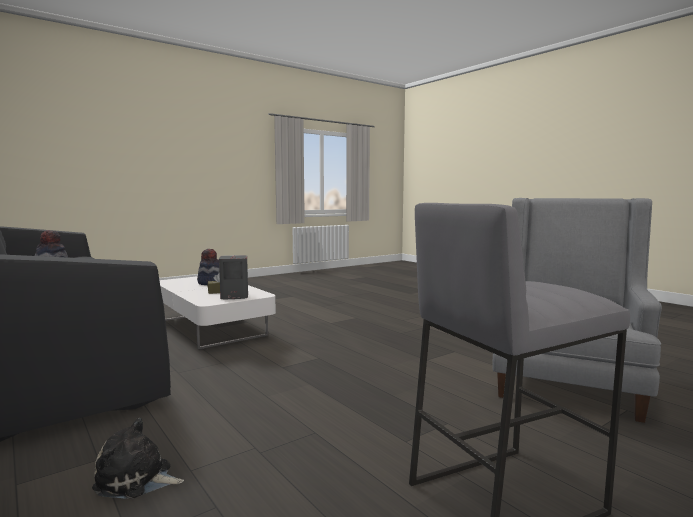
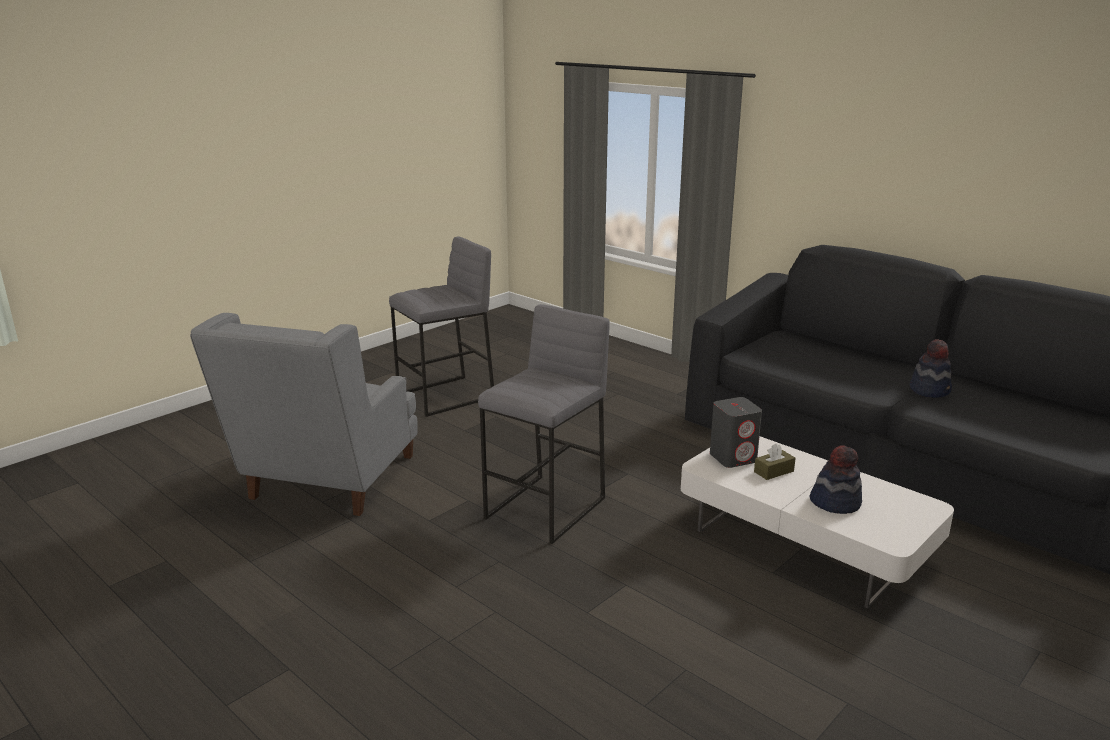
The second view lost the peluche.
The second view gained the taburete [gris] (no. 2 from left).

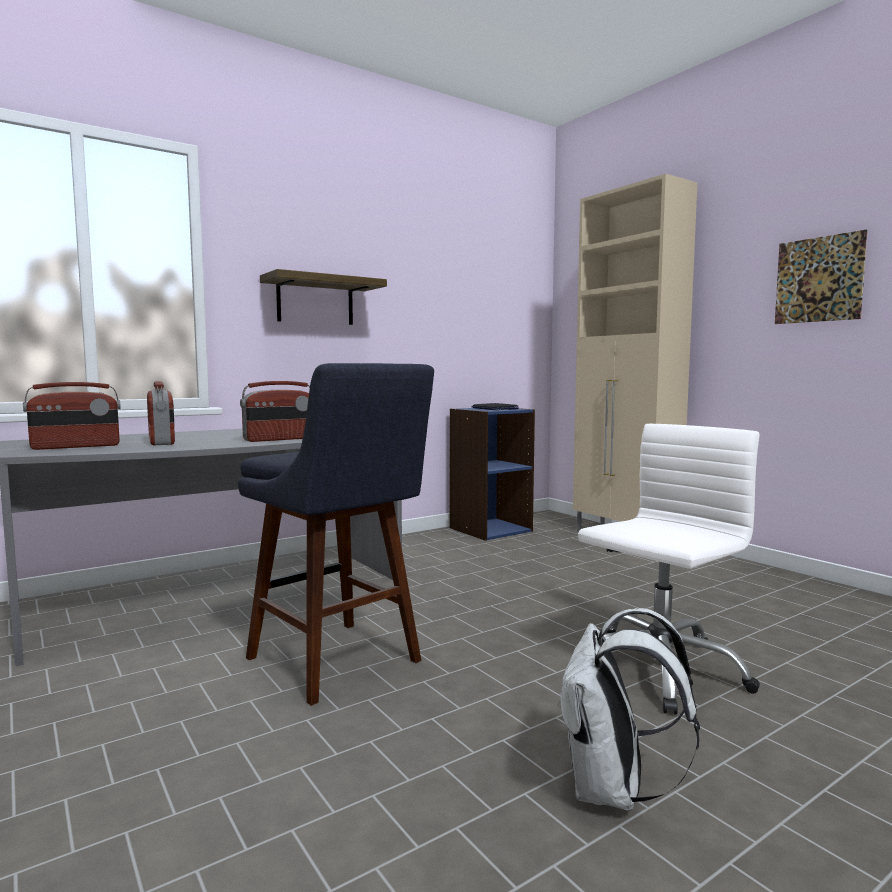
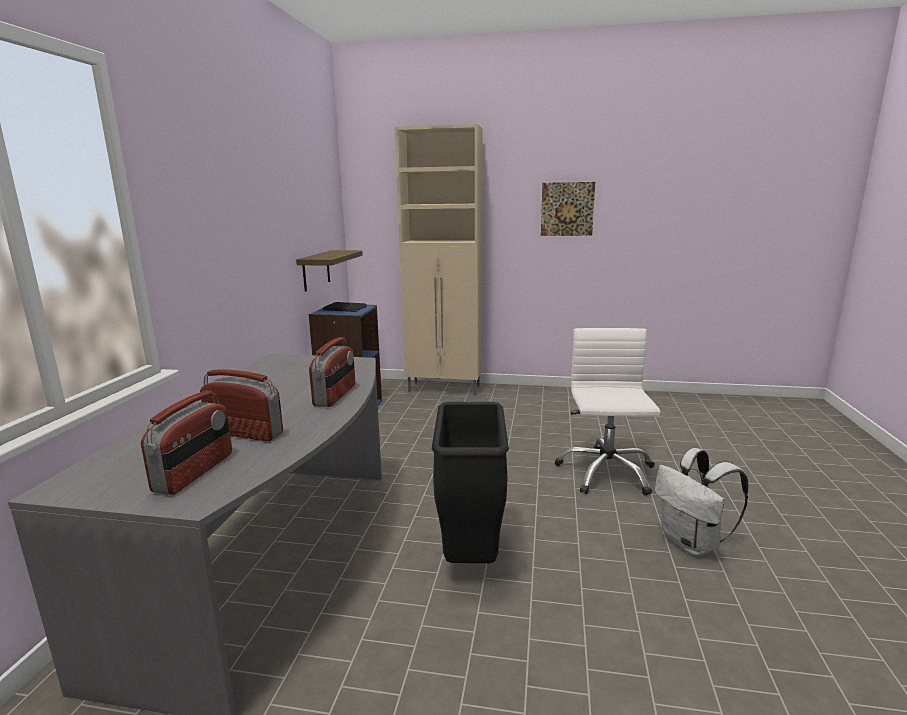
The estante ended up elsewhere.
Where the taburete [azul] stood, the papelera [negro] came to stand.

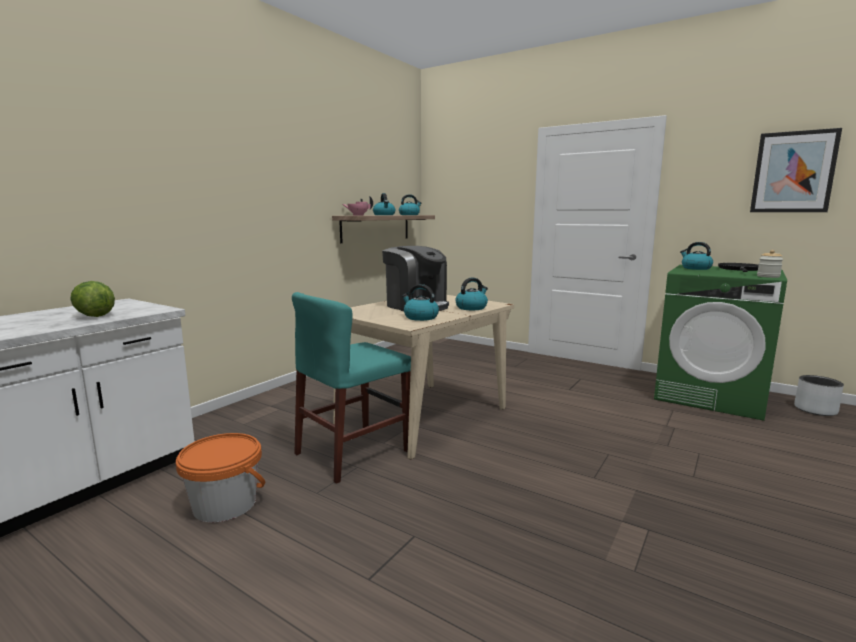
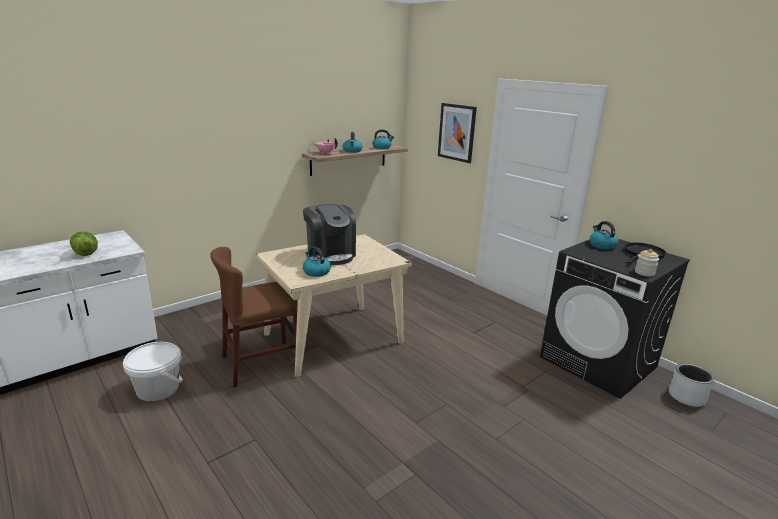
The second view lost the hervidor (no. 4 from left).
The cuadro ended up elsewhere.
What was the cubo [naranja] turned into the cubo [blanco].
What was the silla [turquesa] turned into the silla [marrón].
What was the lavadora [verde] turned into the lavadora [negro].

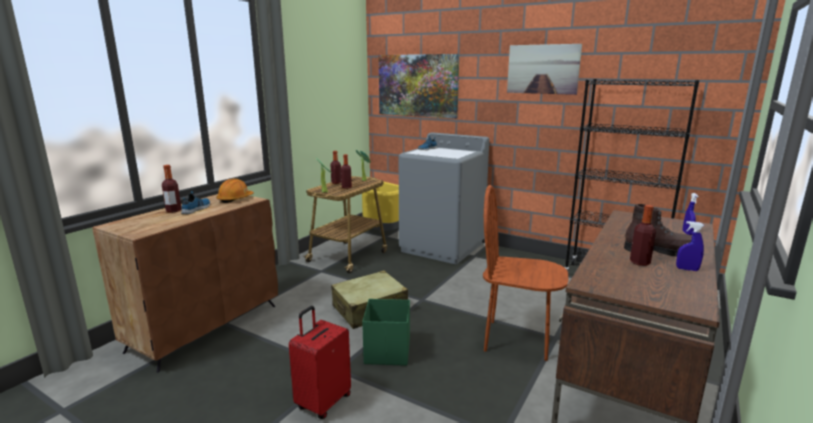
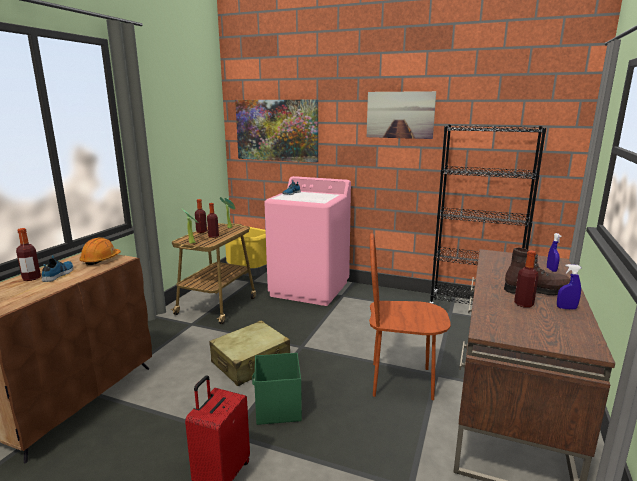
What was the lavadora [gris] turned into the lavadora [rosa].

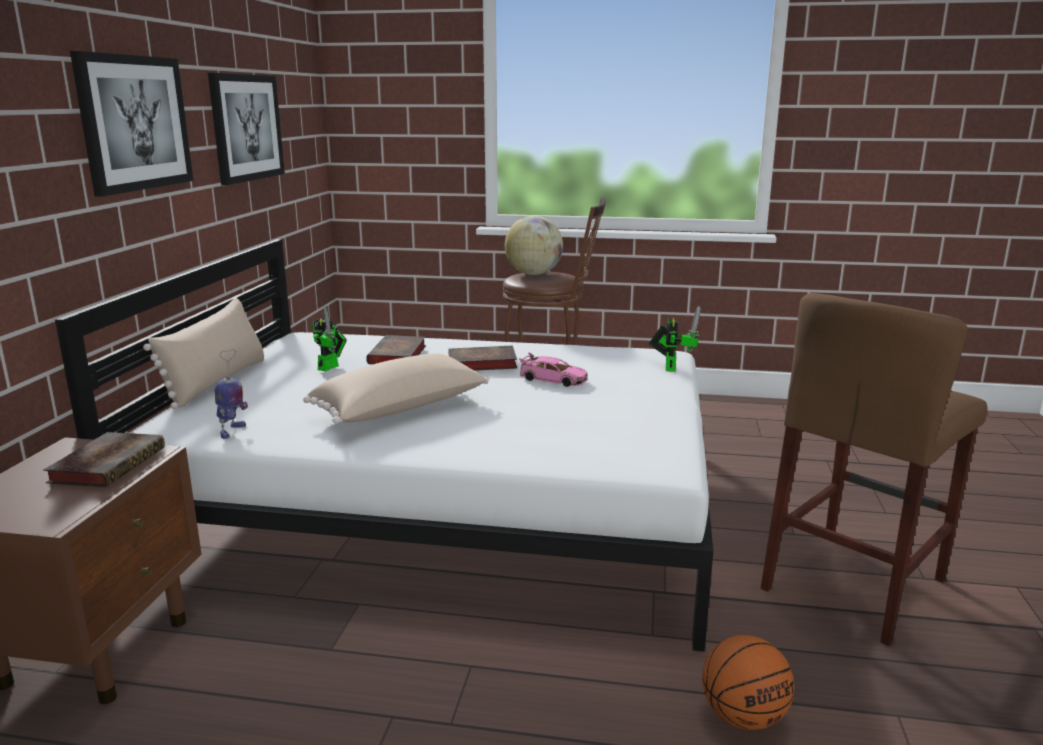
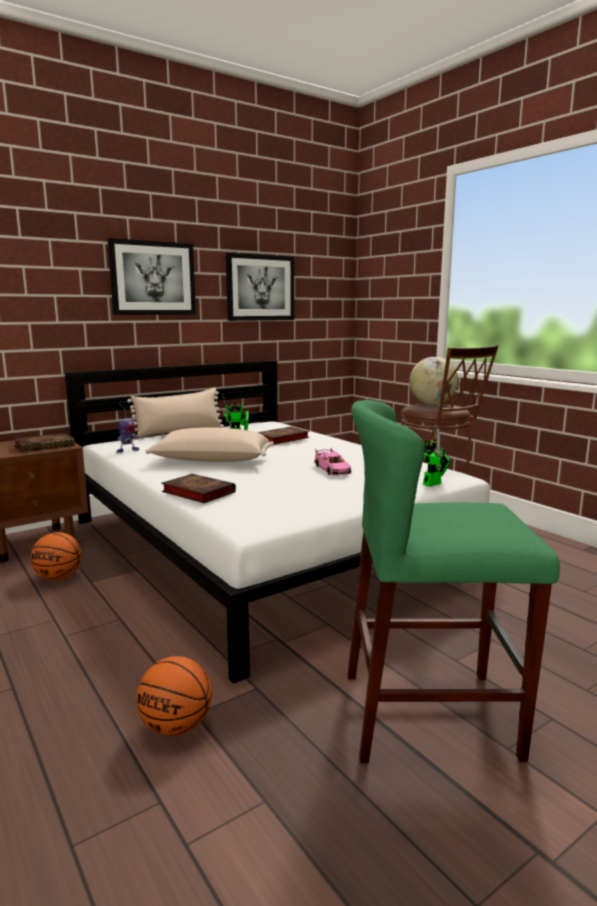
The second view gained the balón de baloncesto (no. 1 from left).
The libro (no. 3 from left in the first image) ended up elsewhere.
What was the taburete [marrón] (no. 2 from left) turned into the taburete [verde].

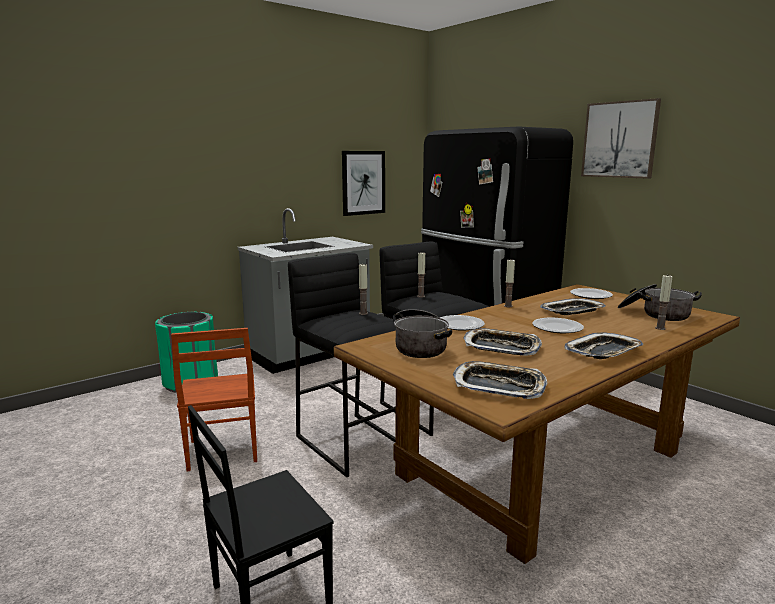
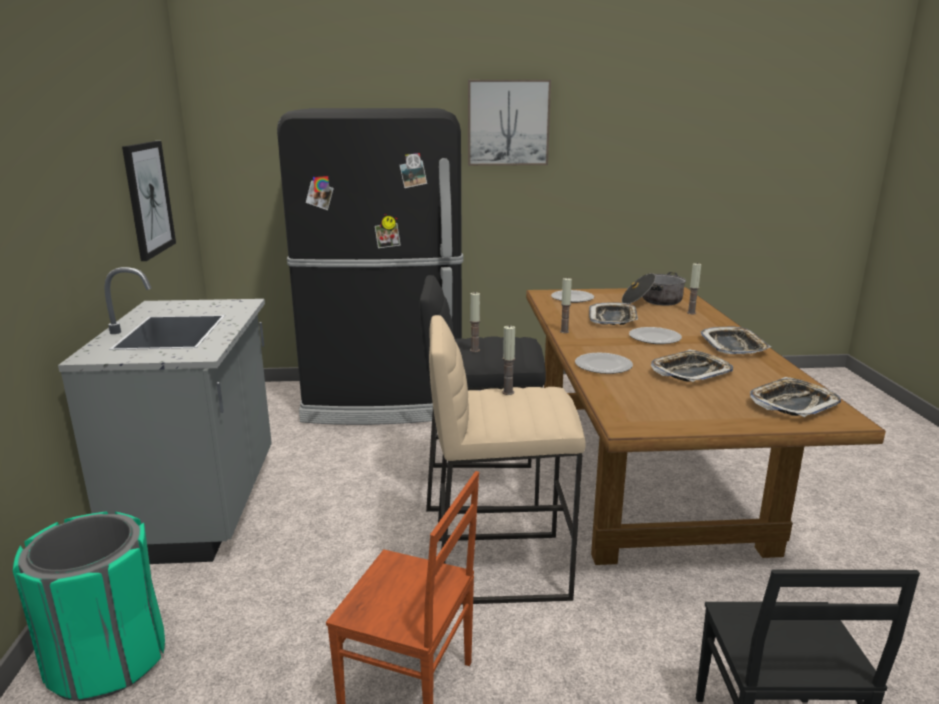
The second view lost the olla (no. 1 from left).
What was the taburete [negro] (no. 1 from left) turned into the taburete [beis].

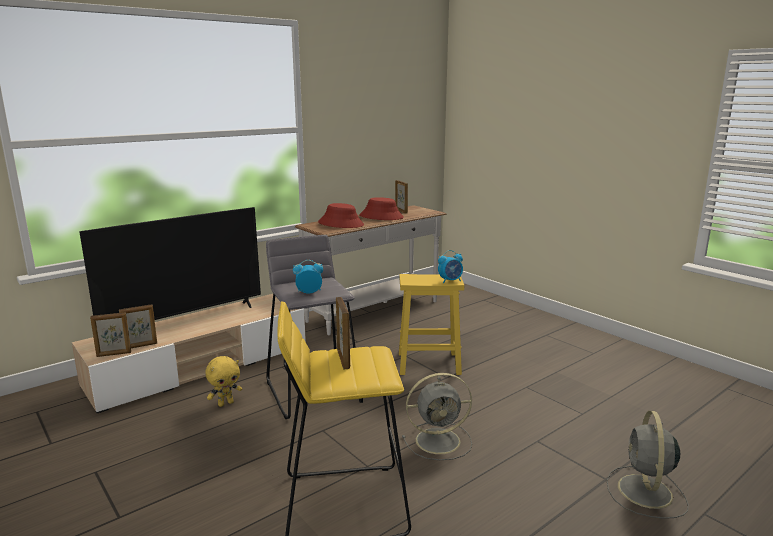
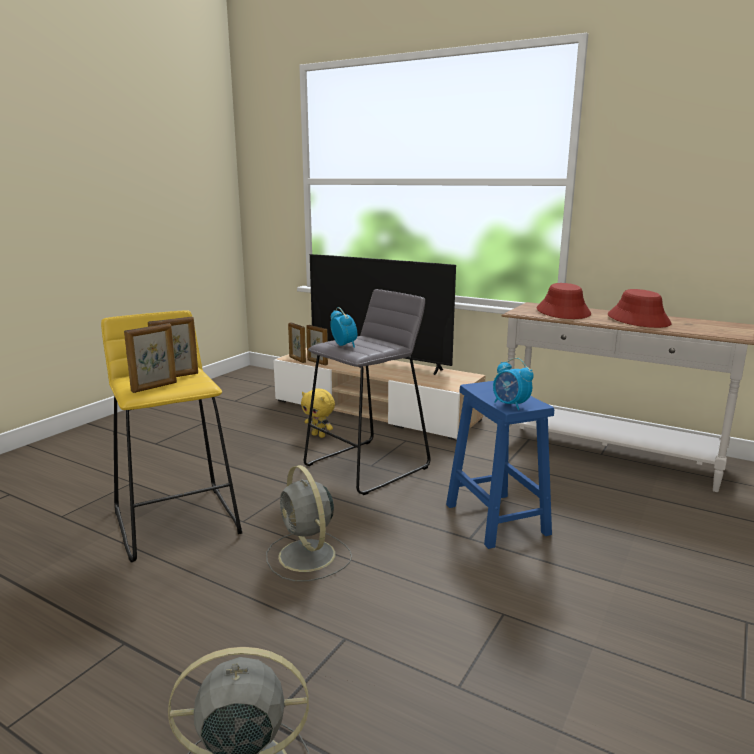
The portarretratos (no. 4 from left in the first image) ended up elsewhere.
What was the taburete [amarillo] (no. 2 from left) turned into the taburete [azul].

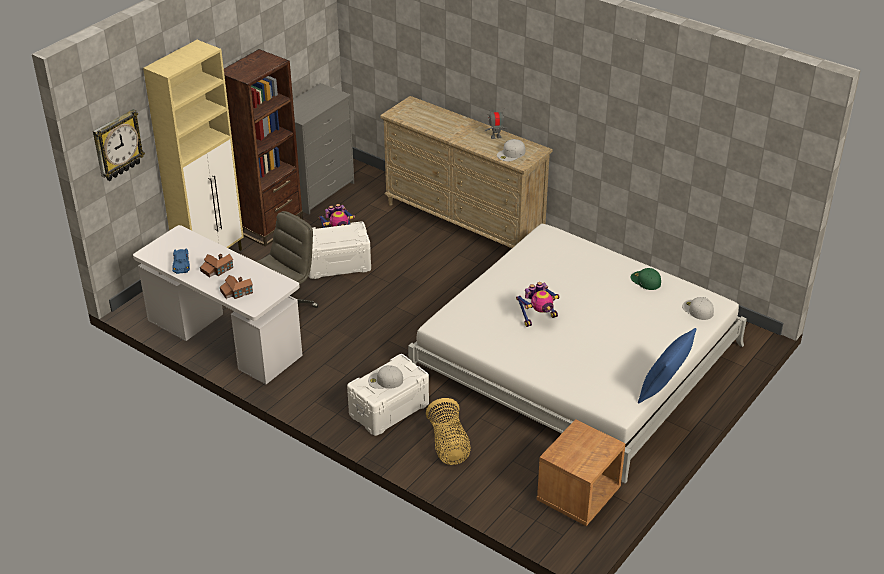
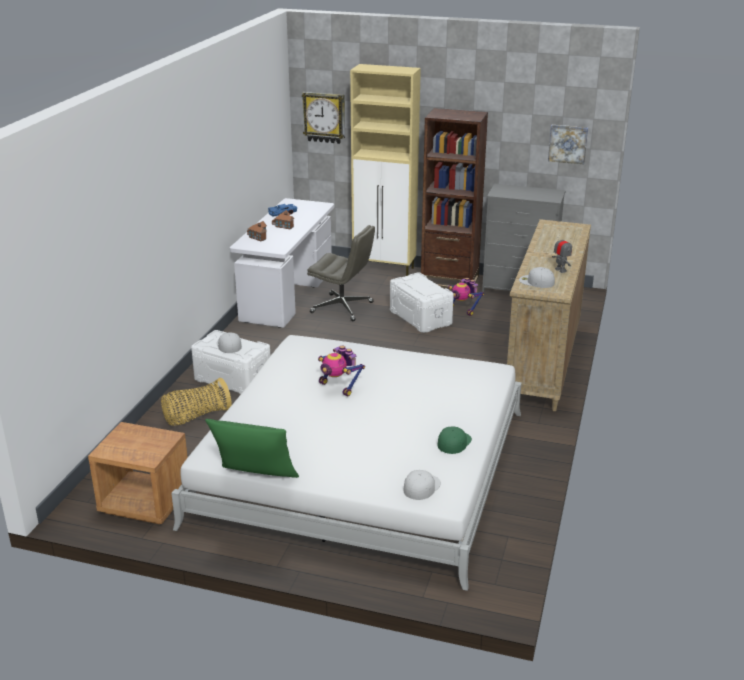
The second view gained the cuadro.
What was the cojín [azul] turned into the cojín [verde].

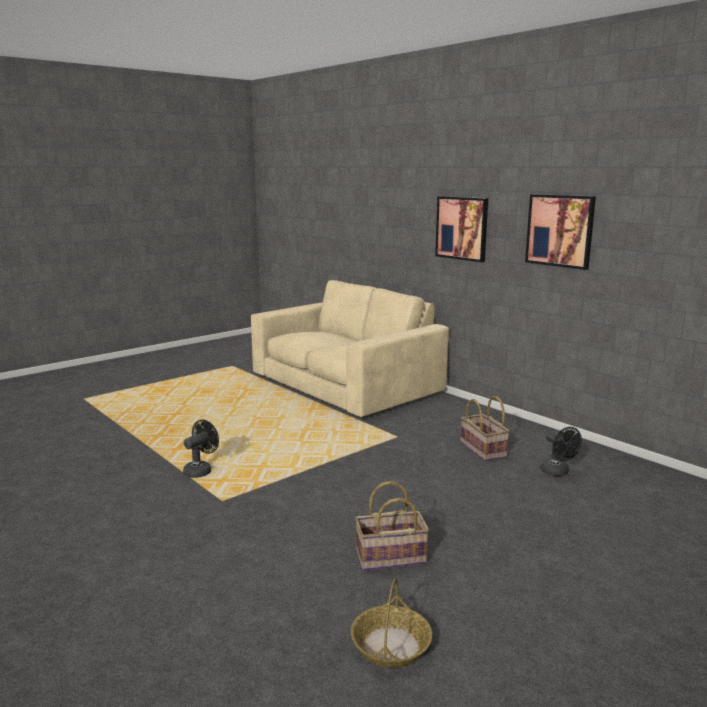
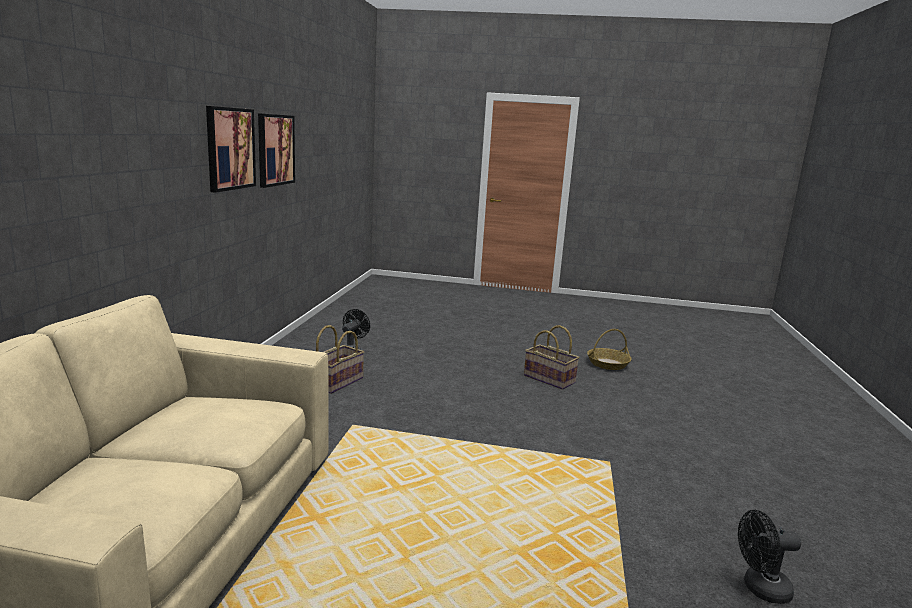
The ventilador [negro] (no. 1 from left in the first image) ended up elsewhere.
The cuadro (no. 1 from left in the first image) ended up elsewhere.

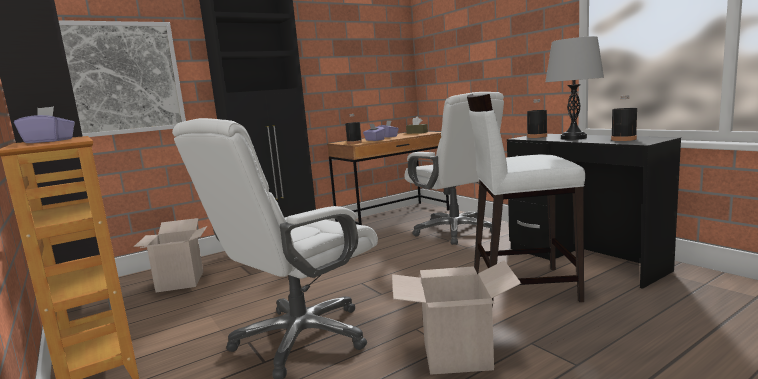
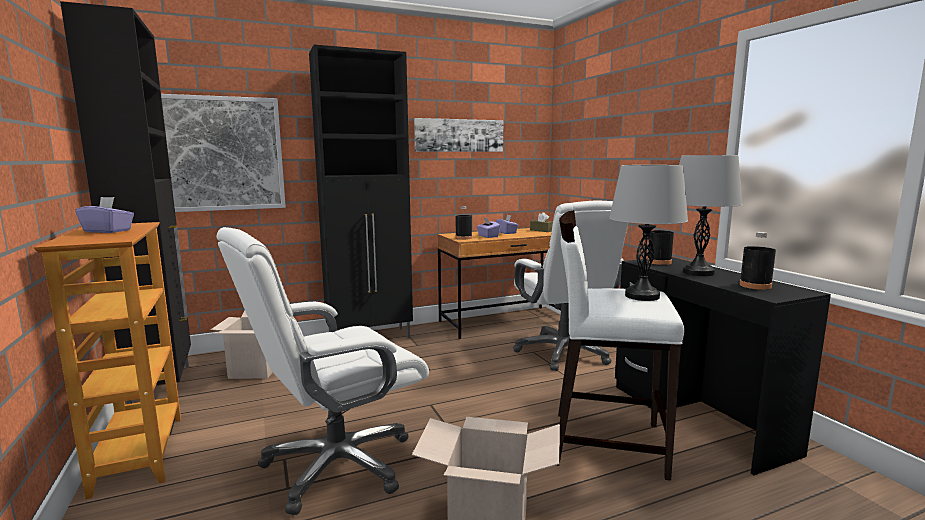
The second view gained the cuadro (no. 2 from left).
The second view gained the lámpara de mesa [gris] (no. 1 from left).

